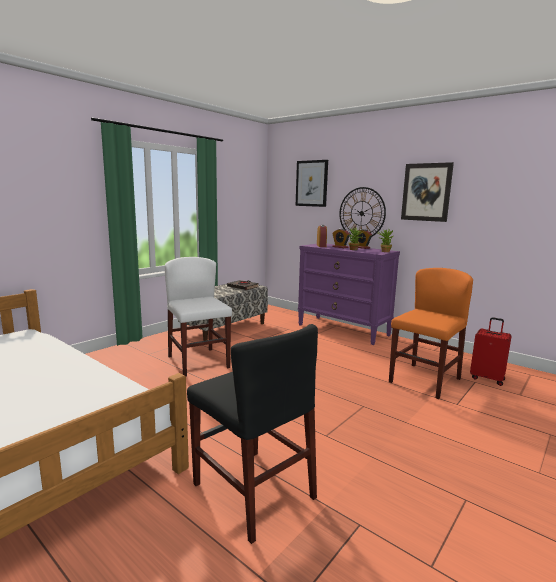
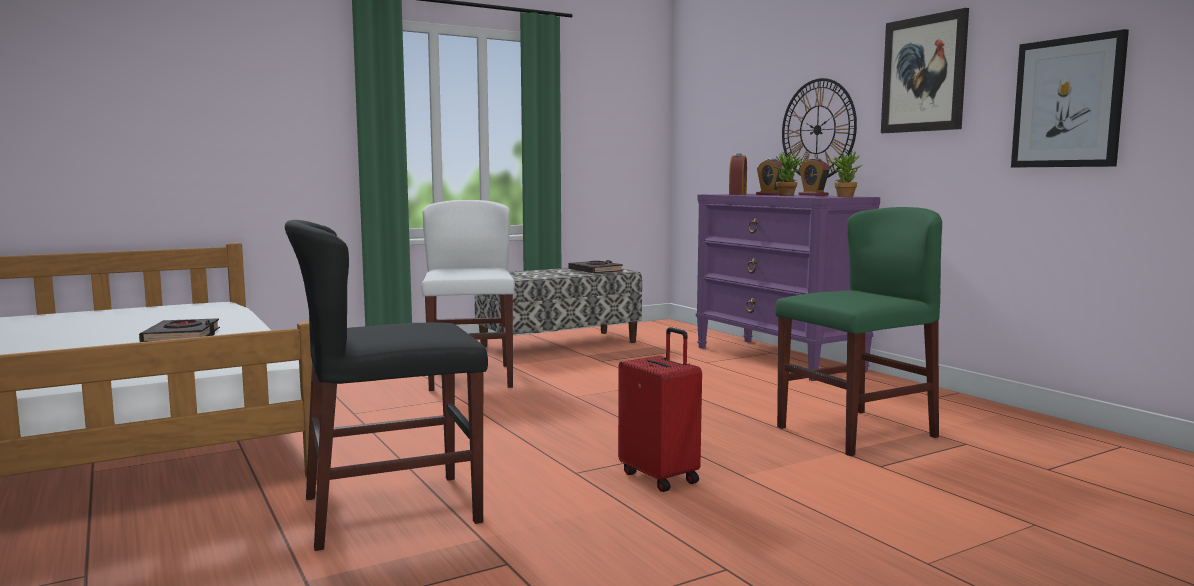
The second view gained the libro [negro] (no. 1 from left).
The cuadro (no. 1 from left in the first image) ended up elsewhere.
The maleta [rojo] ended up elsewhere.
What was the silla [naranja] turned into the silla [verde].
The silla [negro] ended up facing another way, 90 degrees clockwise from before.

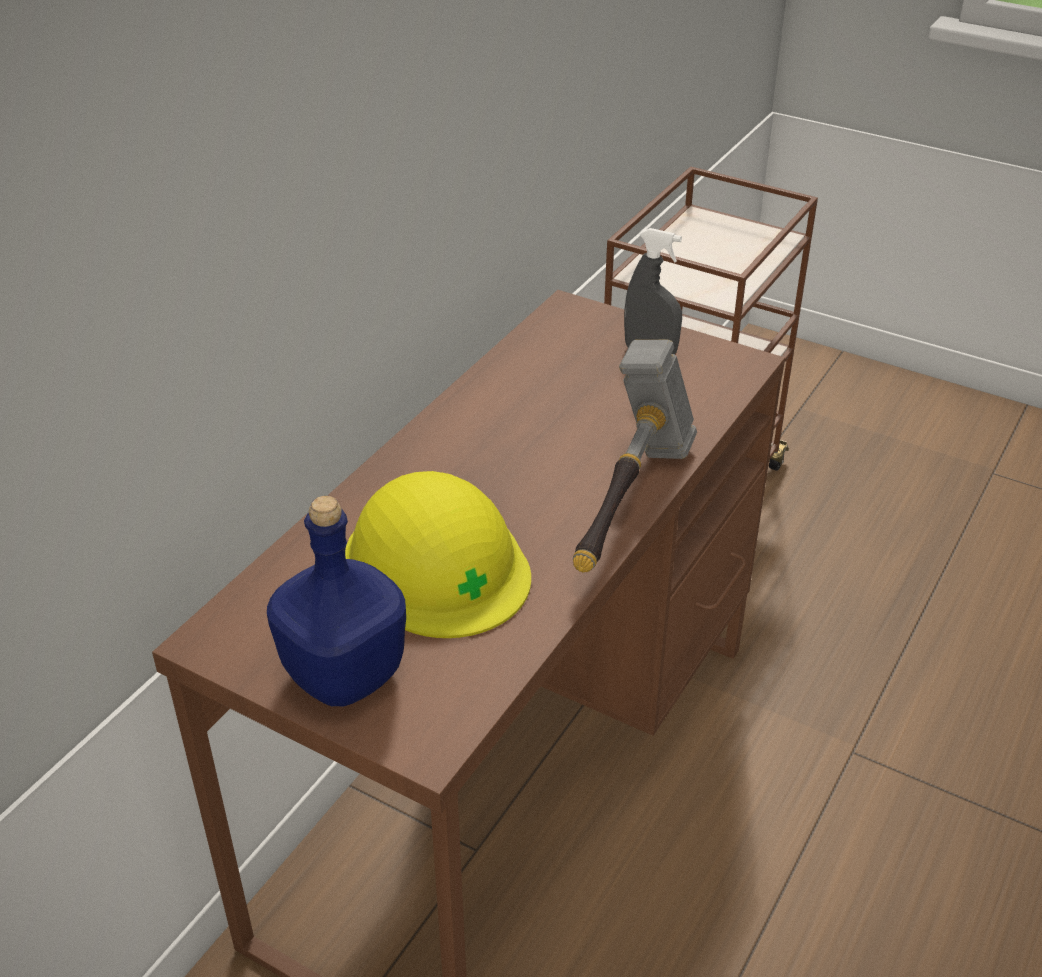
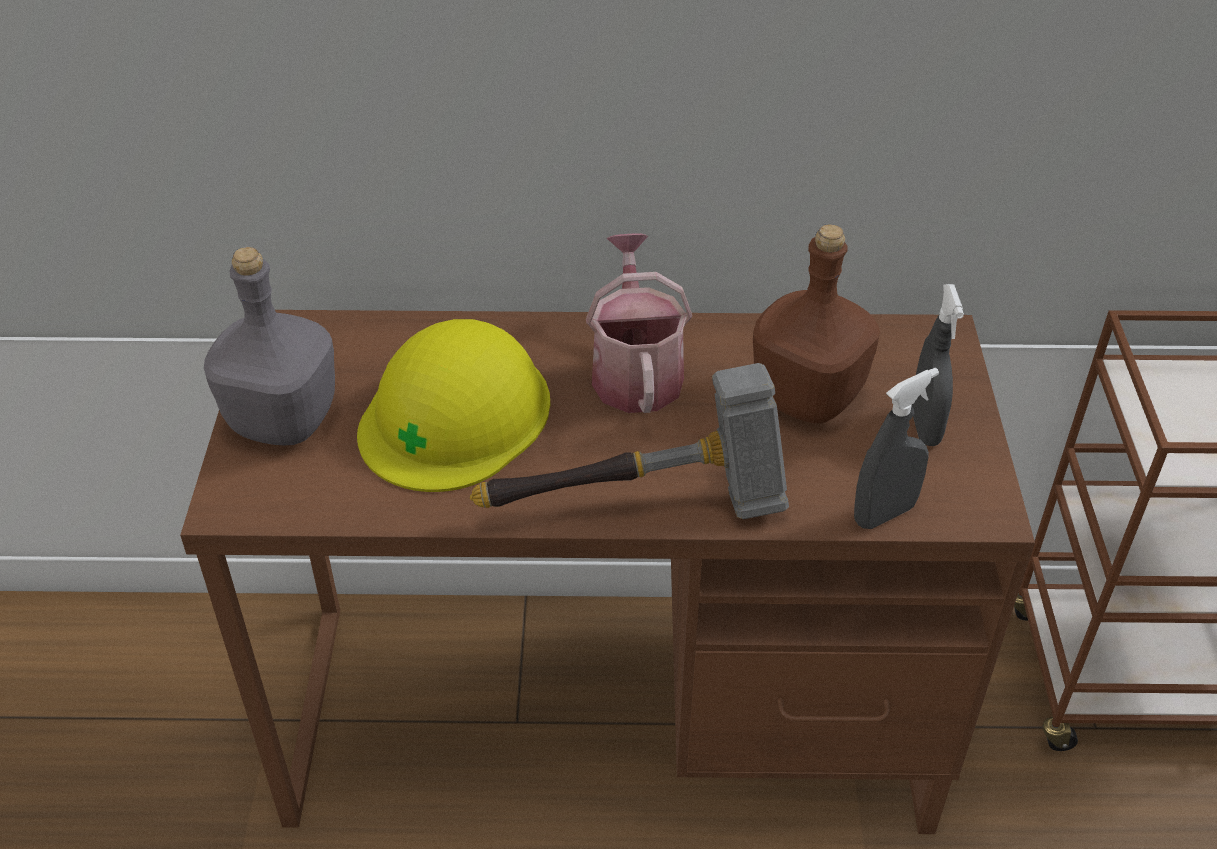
The second view gained the regadera.
The second view gained the botella [marrón].
The second view gained the pulverizador [gris] (no. 1 from left).
What was the botella [azul] turned into the botella [gris].

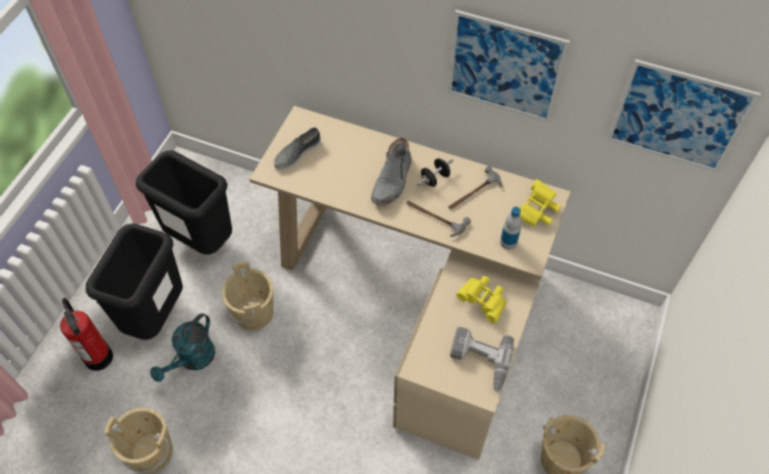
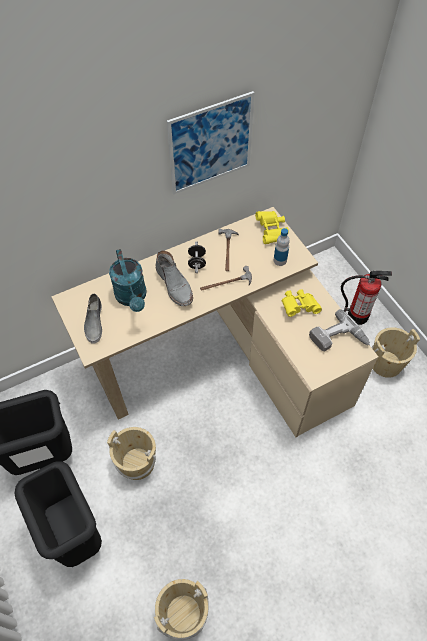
The second view lost the cuadro (no. 2 from left).
The extintor ended up elsewhere.
The regadera [turquesa] ended up elsewhere.

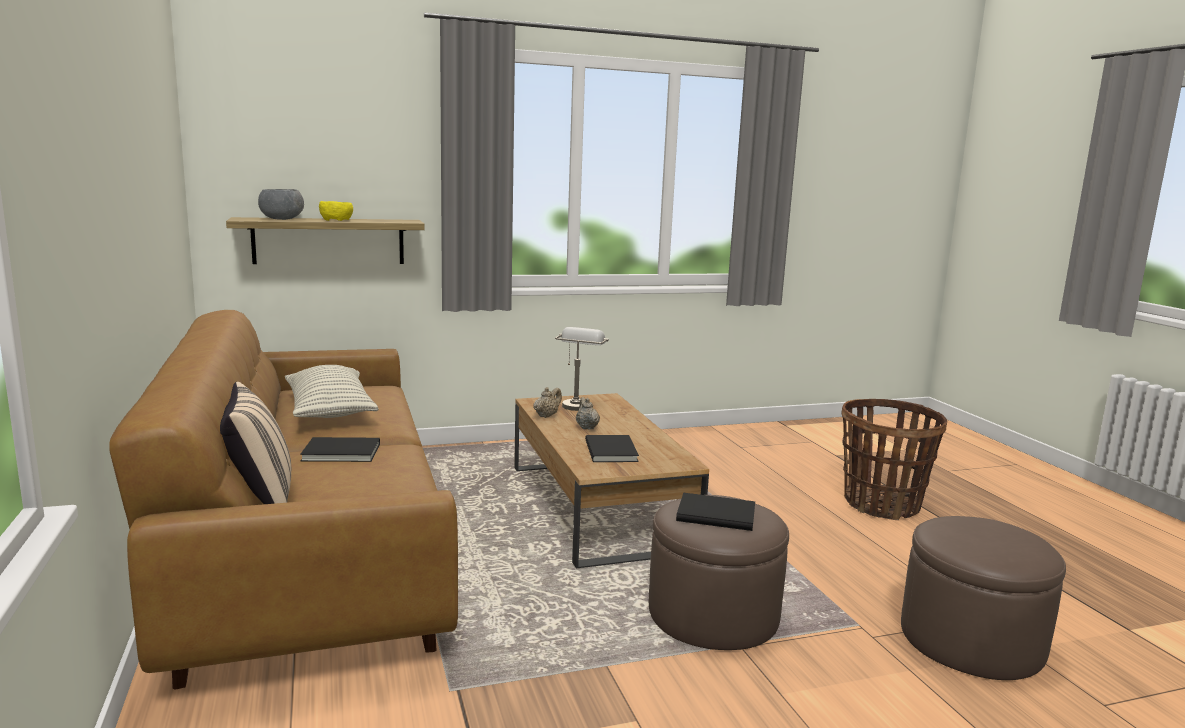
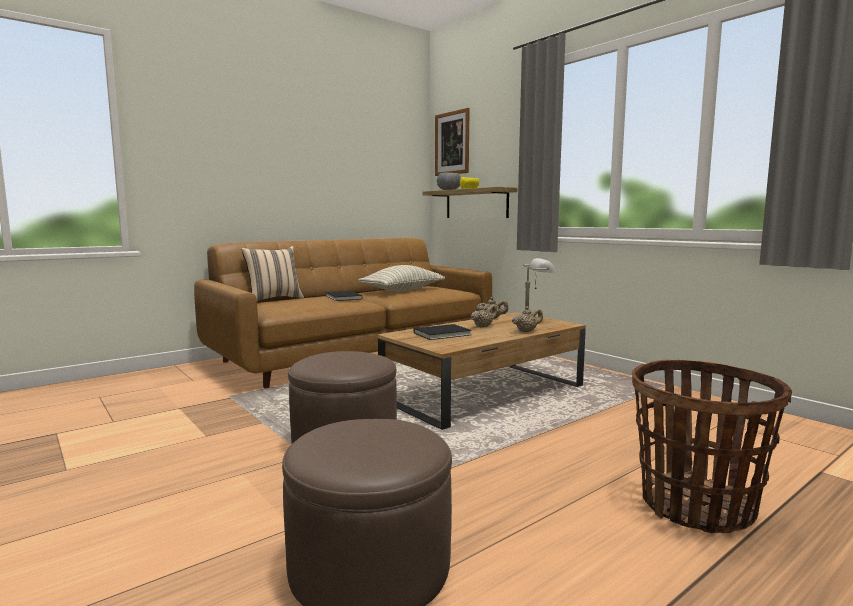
The second view lost the libro [negro] (no. 3 from left).
The second view gained the cuadro.
The second view gained the tetera [beis] (no. 3 from left).

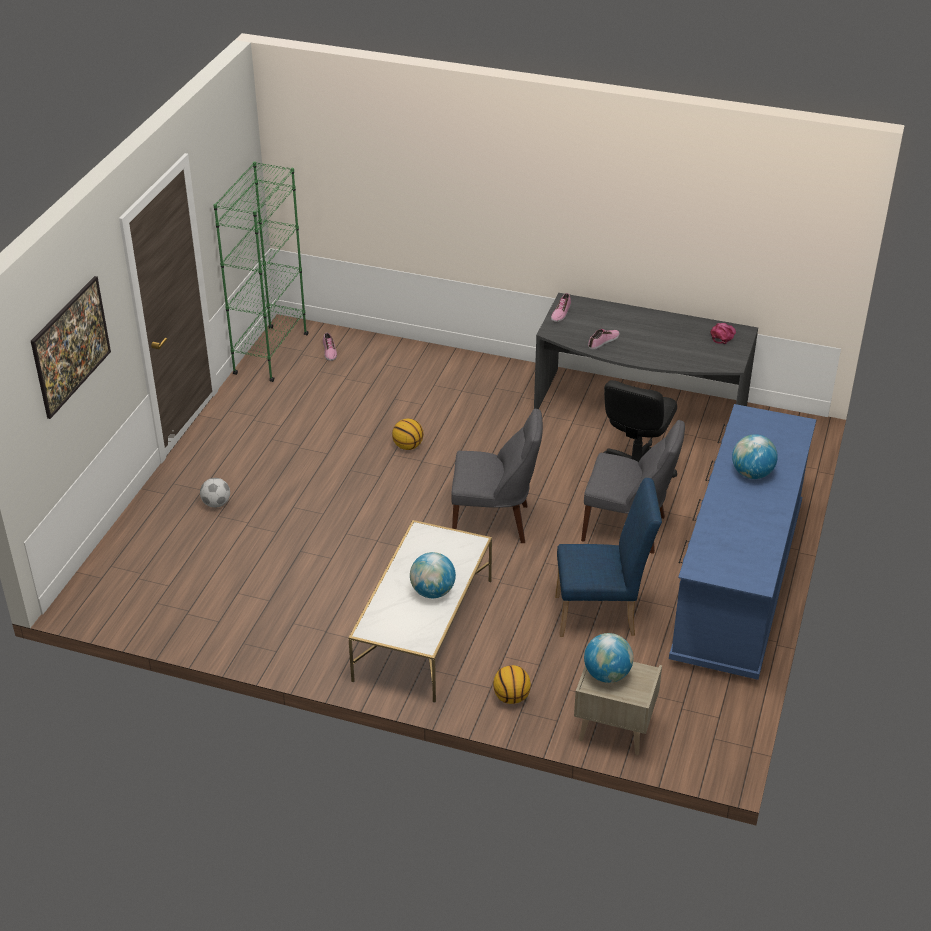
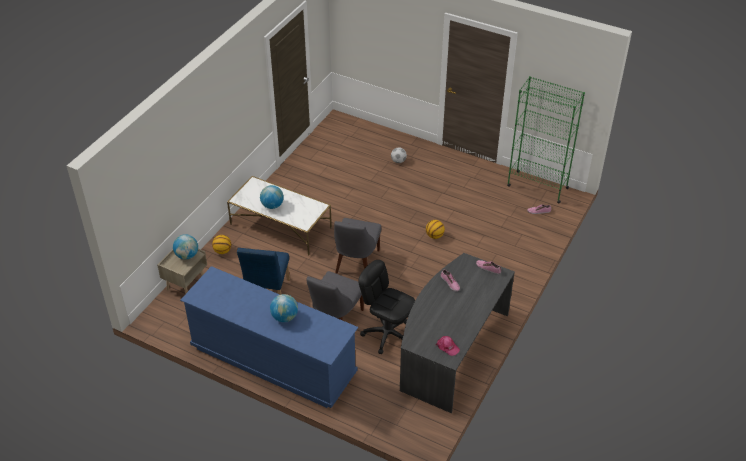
The second view lost the cuadro.

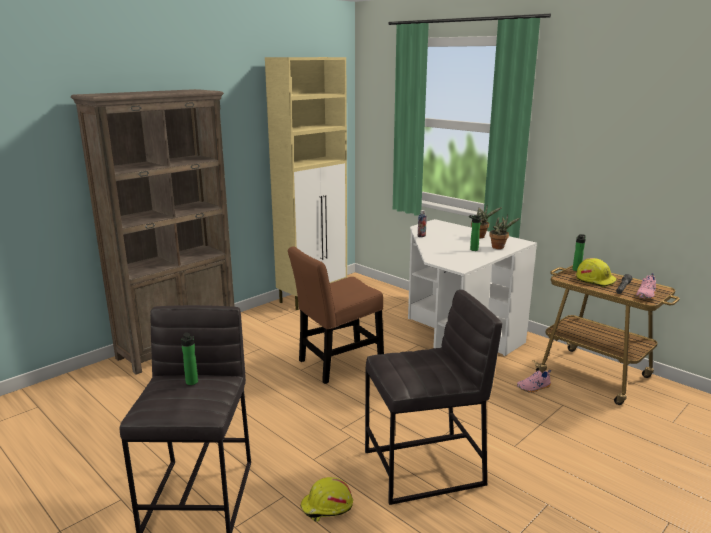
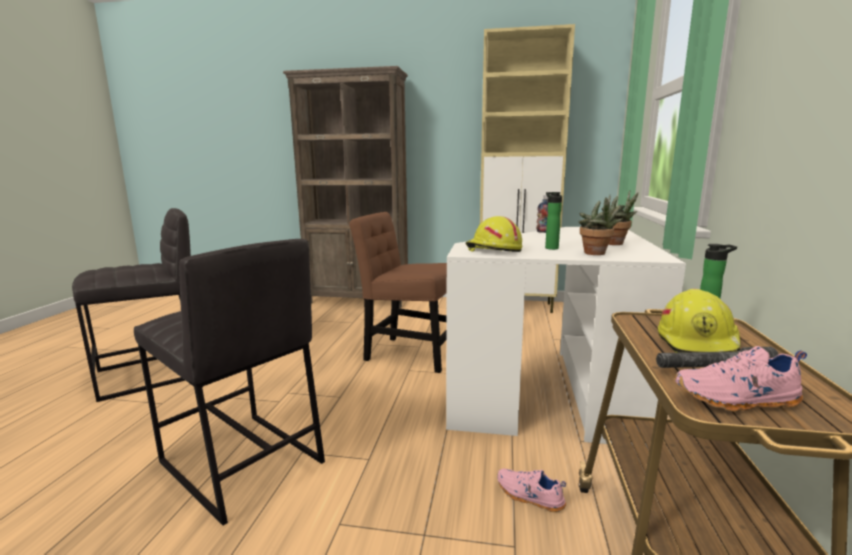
The second view lost the botella (no. 1 from left).
The casco [amarillo] (no. 1 from left) ended up elsewhere.

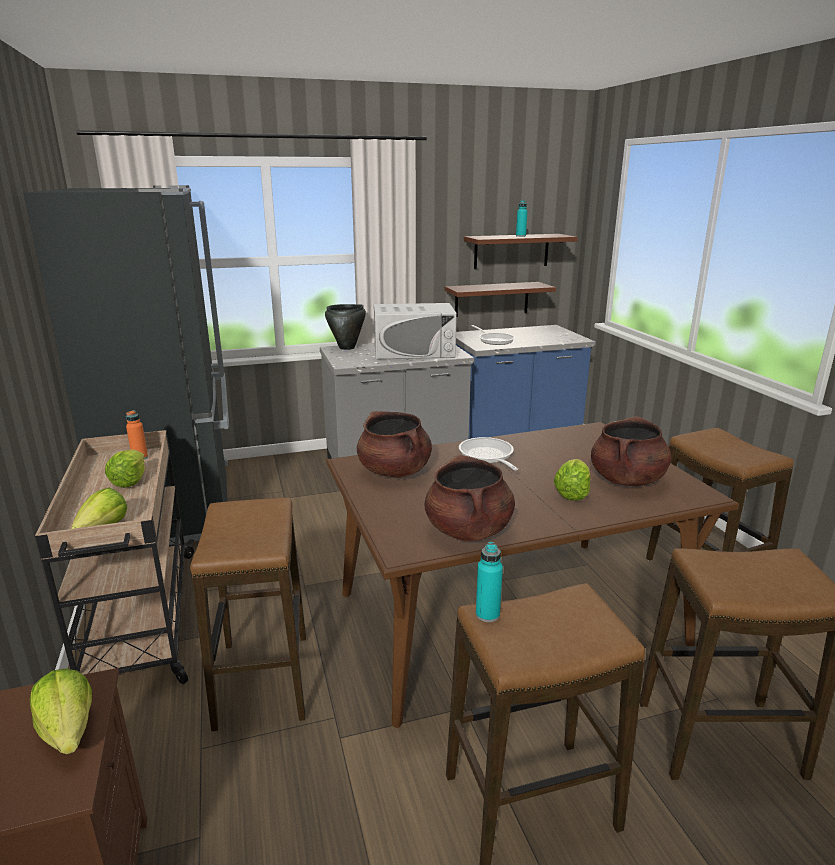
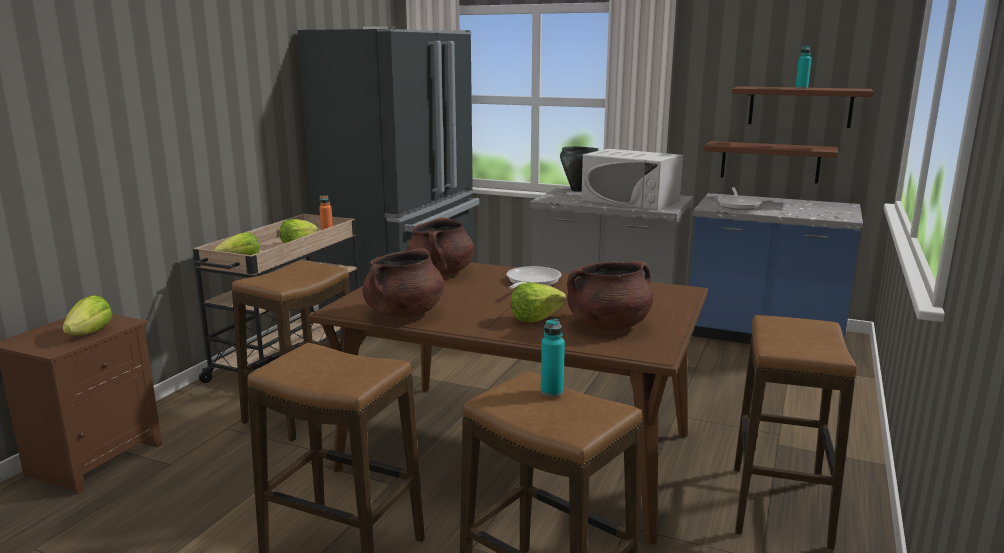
The botella [turquesa] (no. 1 from left) ended up elsewhere.

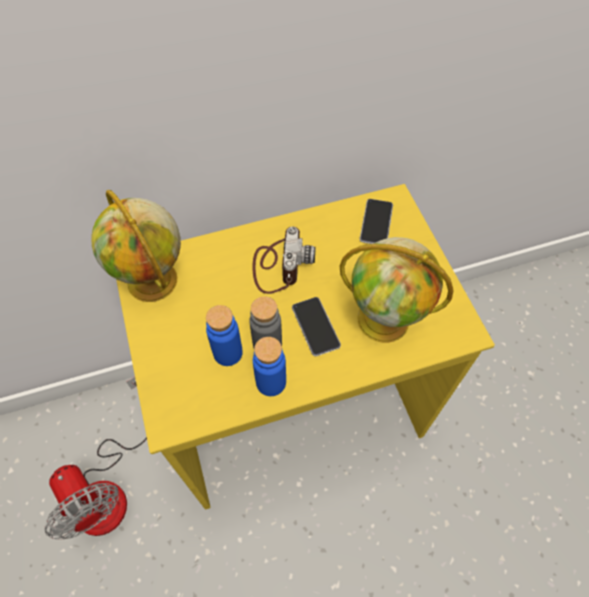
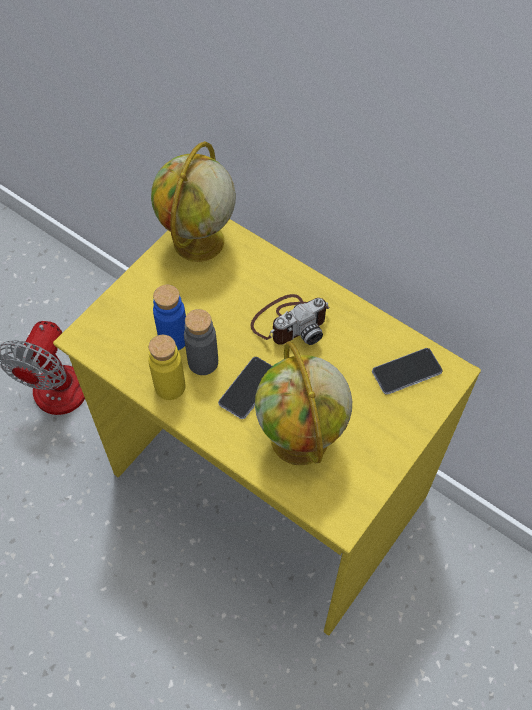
What was the botella [azul] (no. 2 from left) turned into the botella [amarillo].

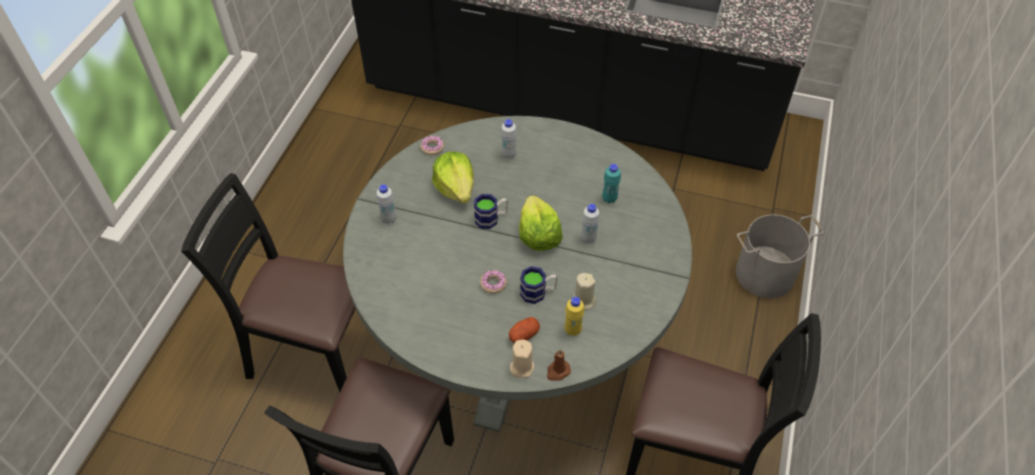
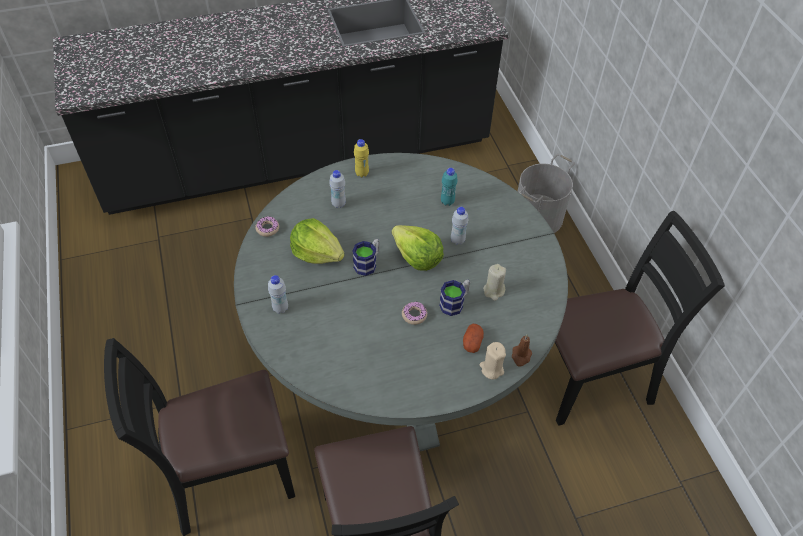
The botella [amarillo] ended up elsewhere.

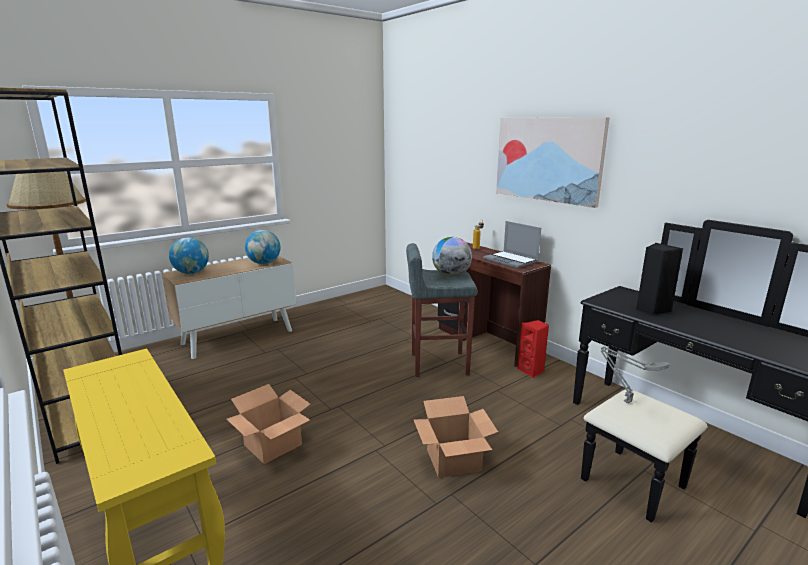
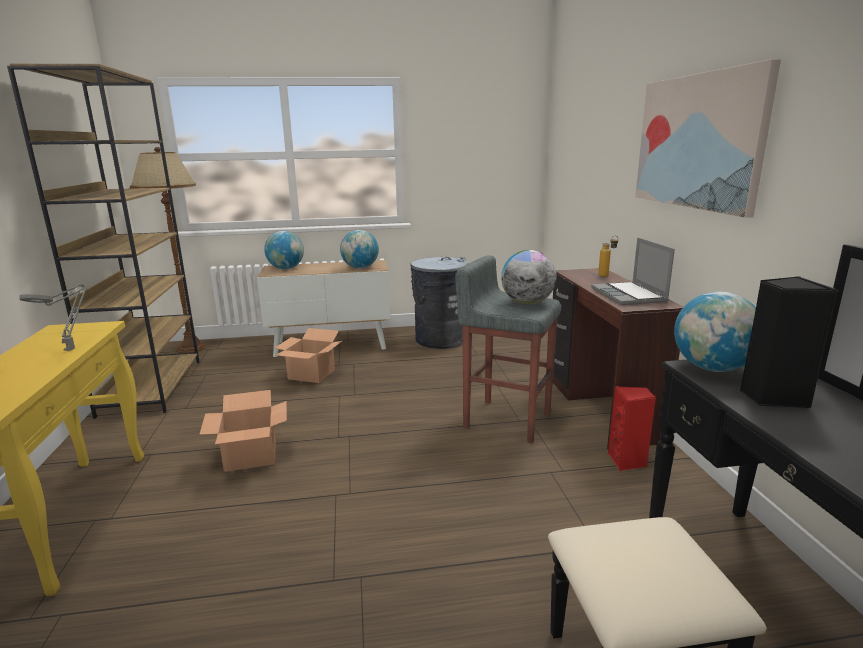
The second view gained the papelera [gris].
The second view gained the globo terráqueo (no. 4 from left).
The caja de cartón (no. 2 from left) ended up elsewhere.
The lámpara de mesa [gris] ended up elsewhere.

